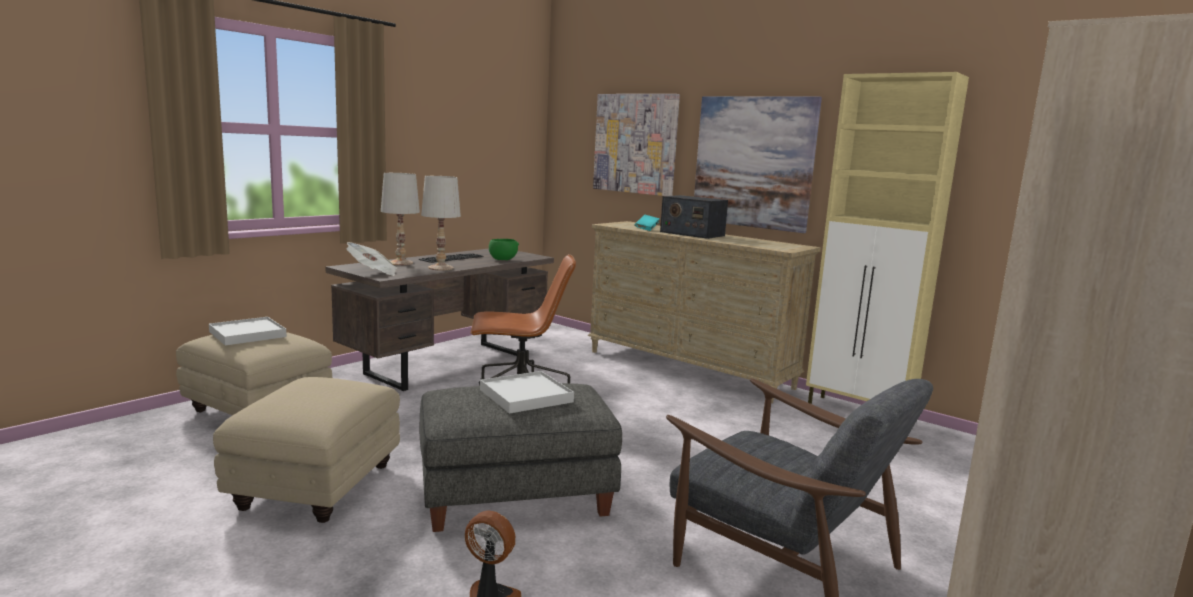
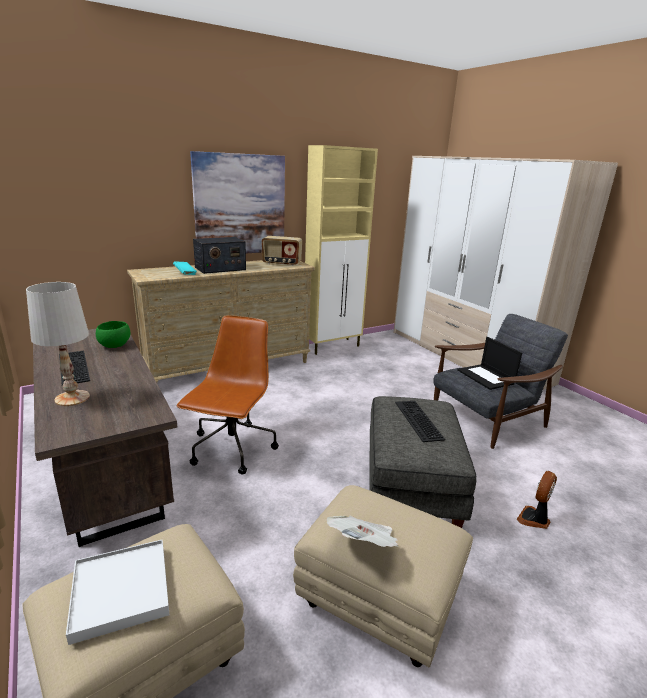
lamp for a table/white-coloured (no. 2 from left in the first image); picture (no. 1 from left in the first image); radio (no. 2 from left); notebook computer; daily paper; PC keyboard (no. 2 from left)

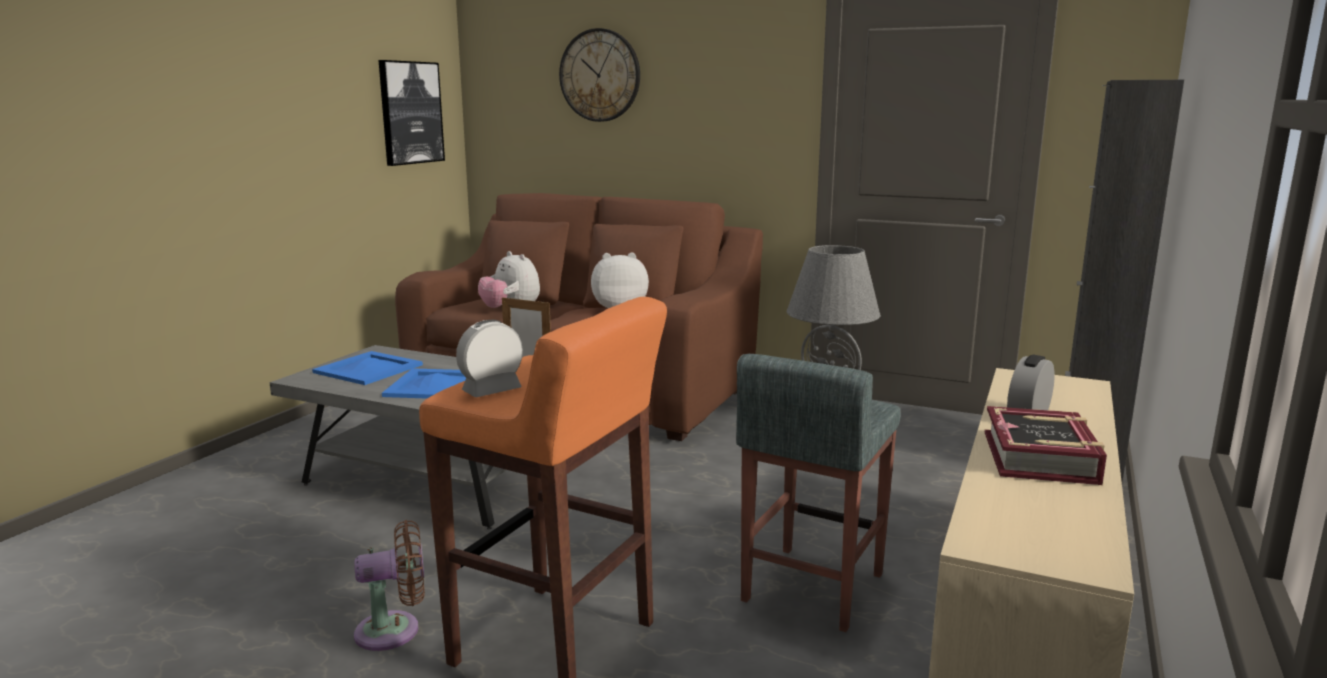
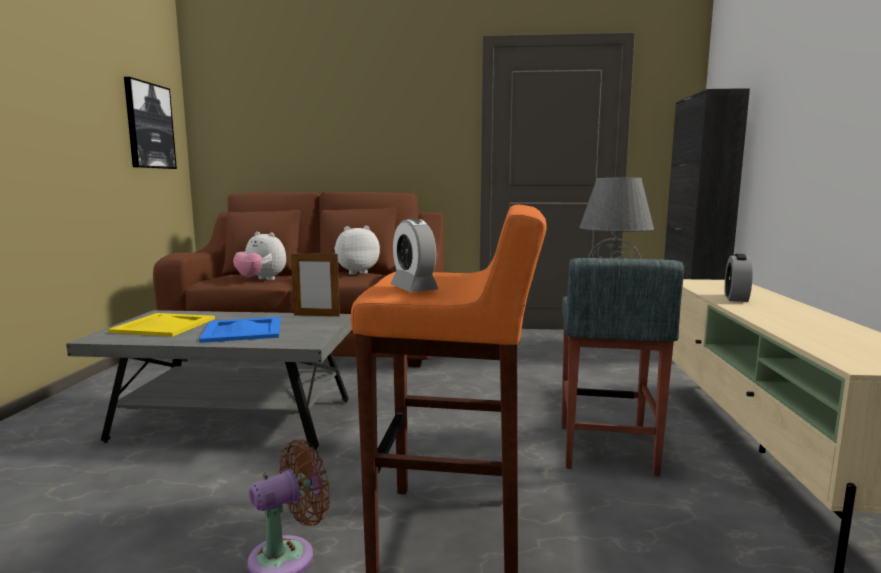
hanging clock; bound book; carrying tray/yellowish; alarm clock (no. 1 from left)

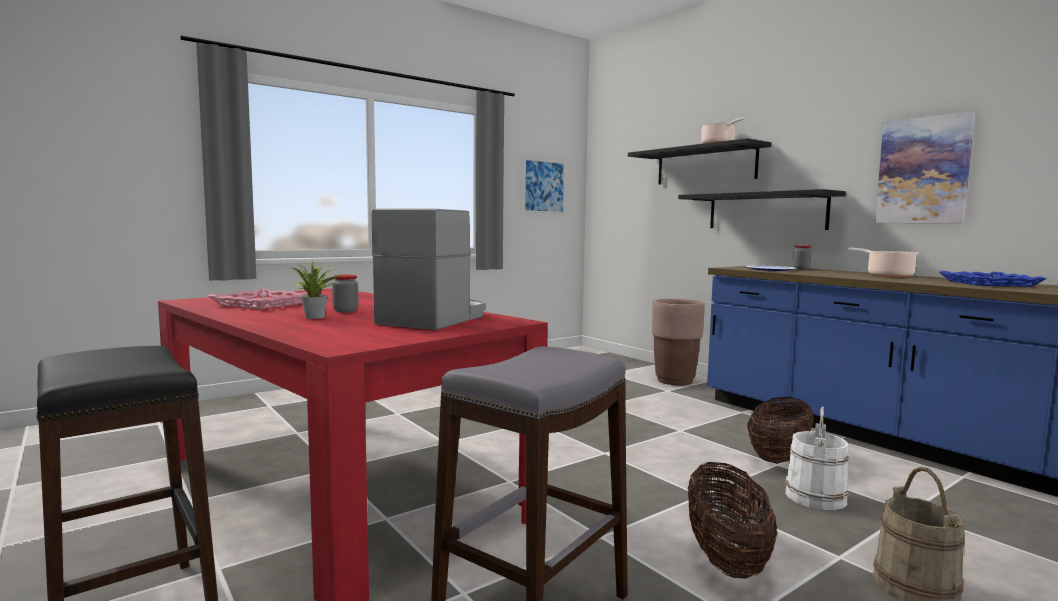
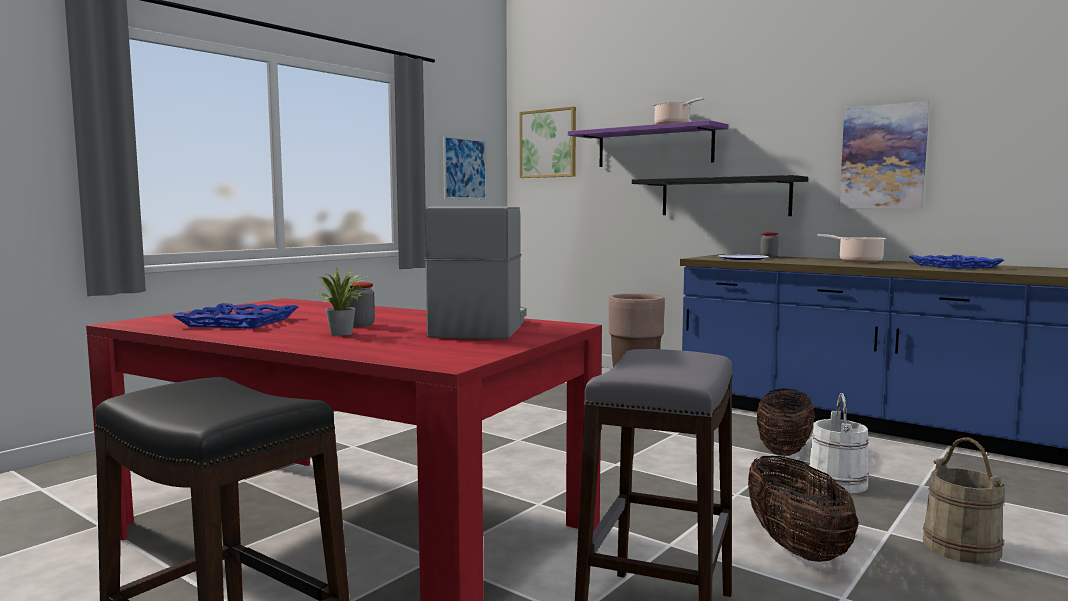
picture (no. 2 from left); carrying tray/bluish (no. 1 from left); shelf/purple

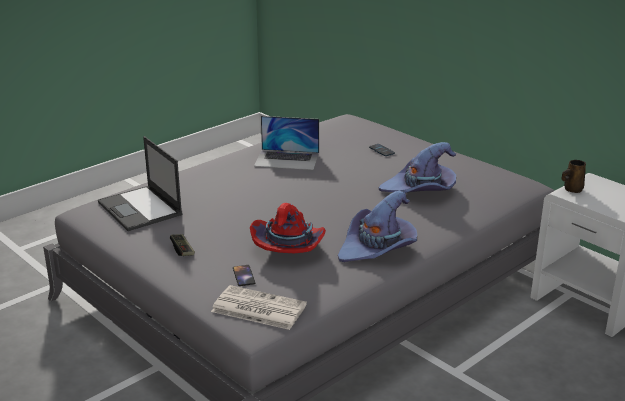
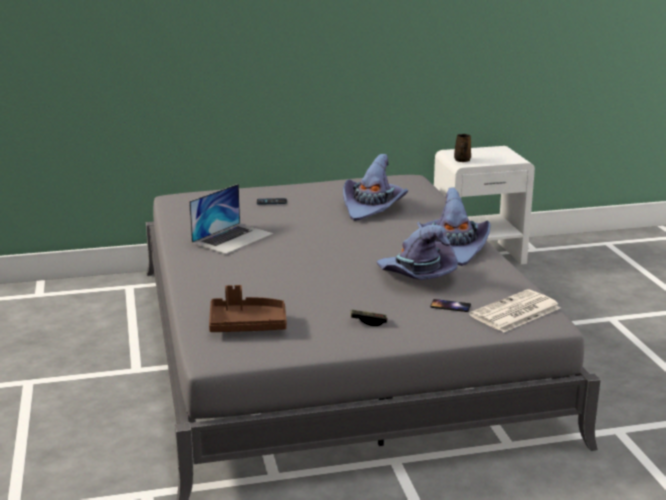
carrying tray/brownish; wearable hat/purple (no. 2 from left)

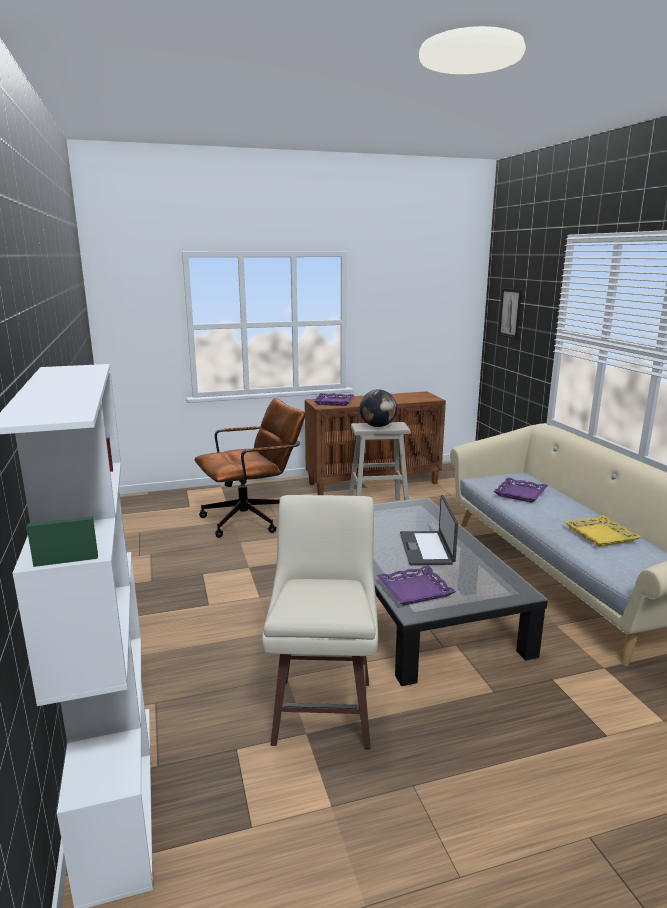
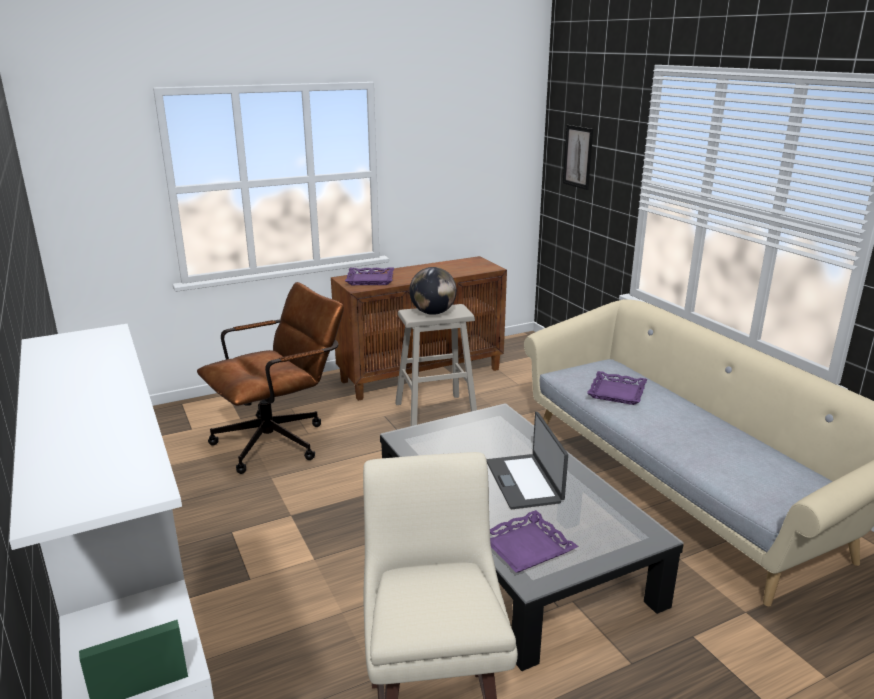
carrying tray/yellowish

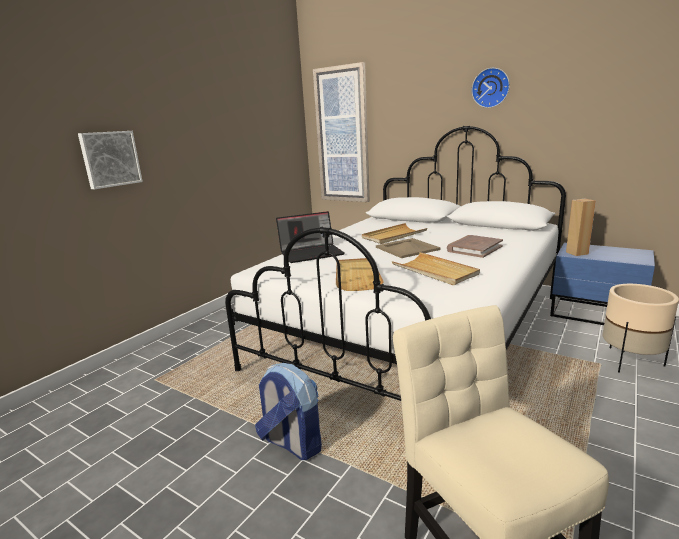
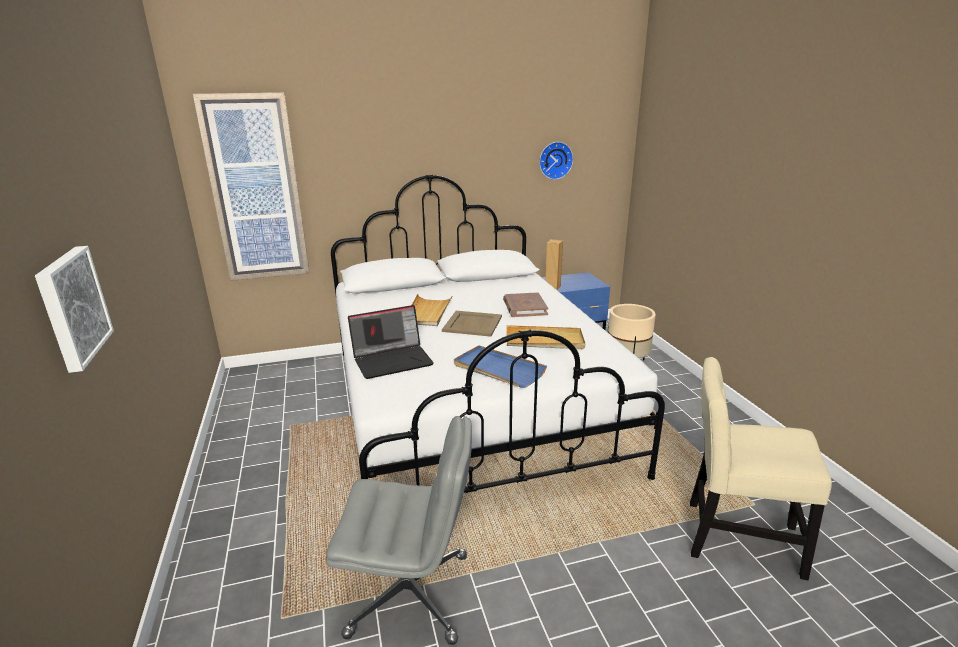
knapsack; office chair/greyish; hanging clock; carrying tray/bluish; notebook computer

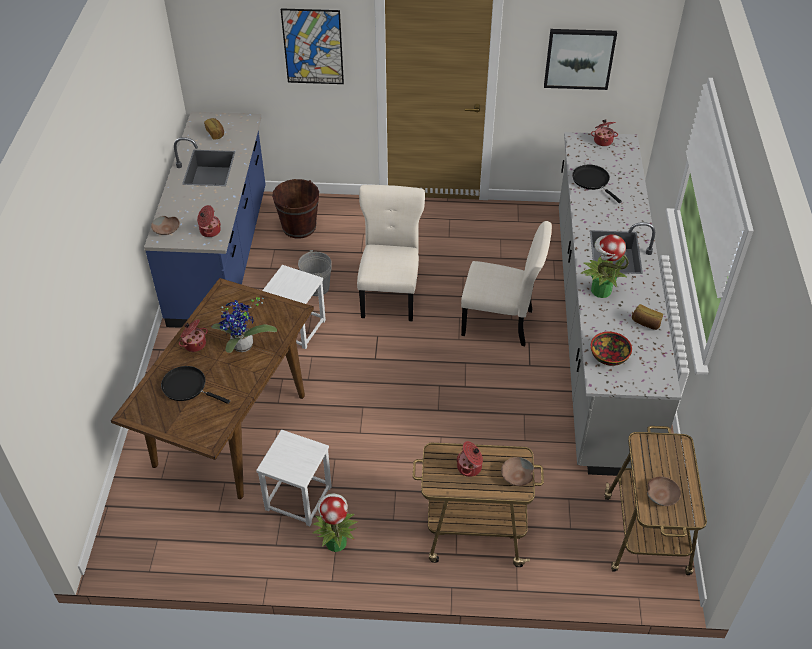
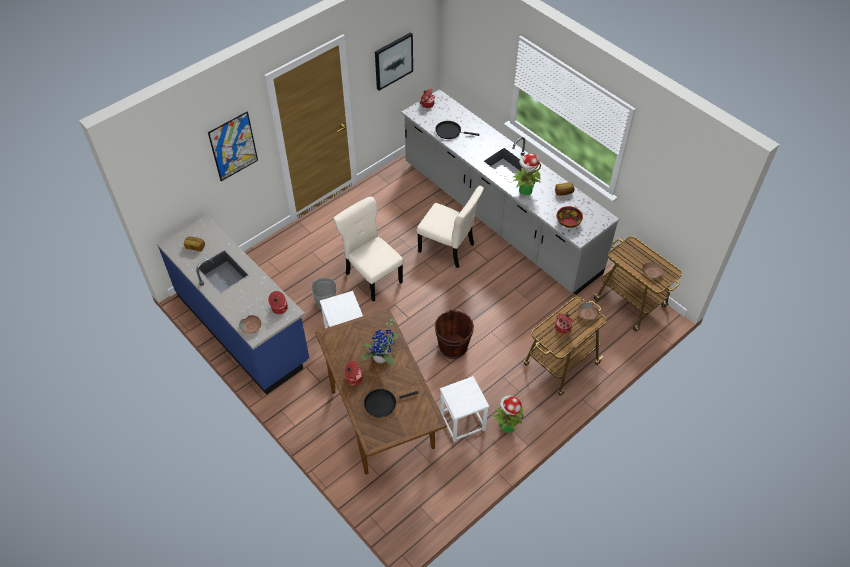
bucket/brownish; upright chair/beige (no. 2 from left)

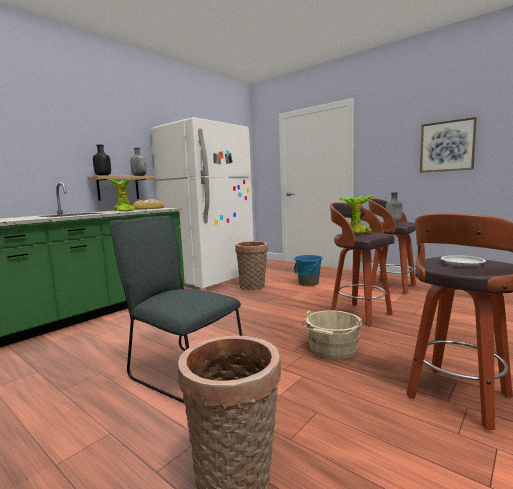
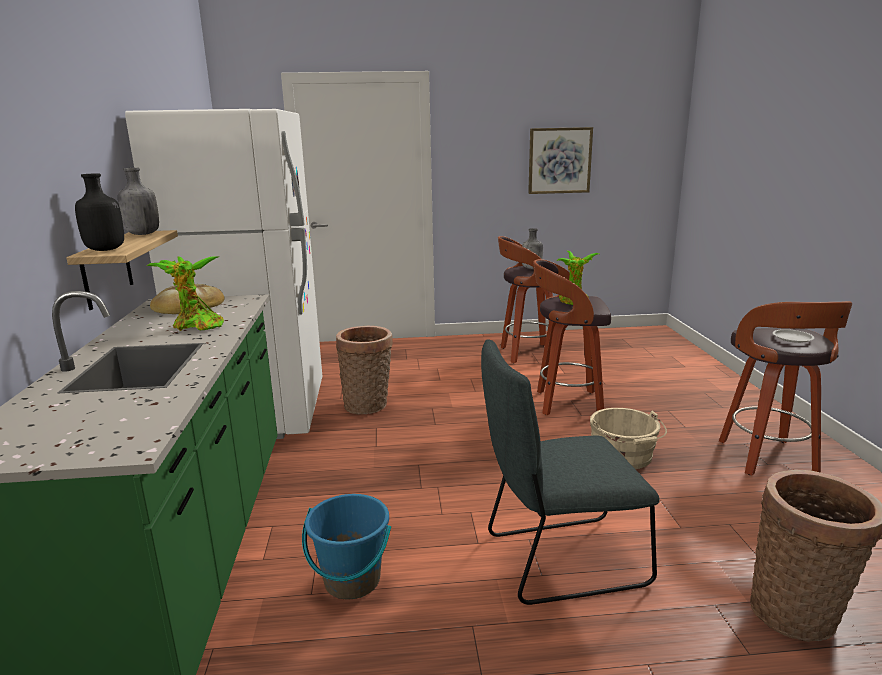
bucket/bluish

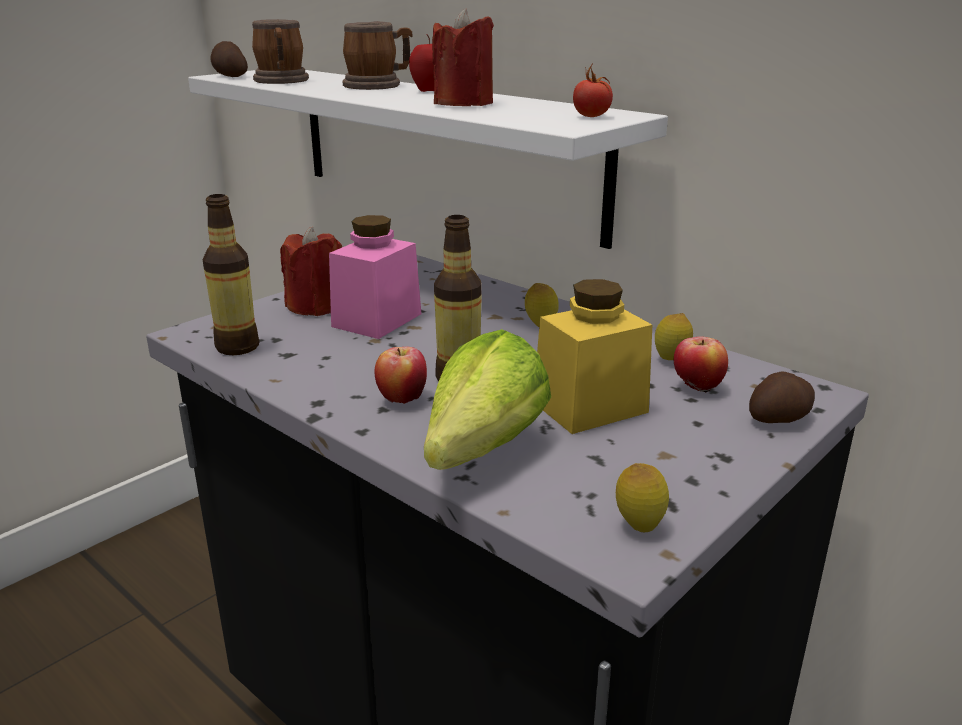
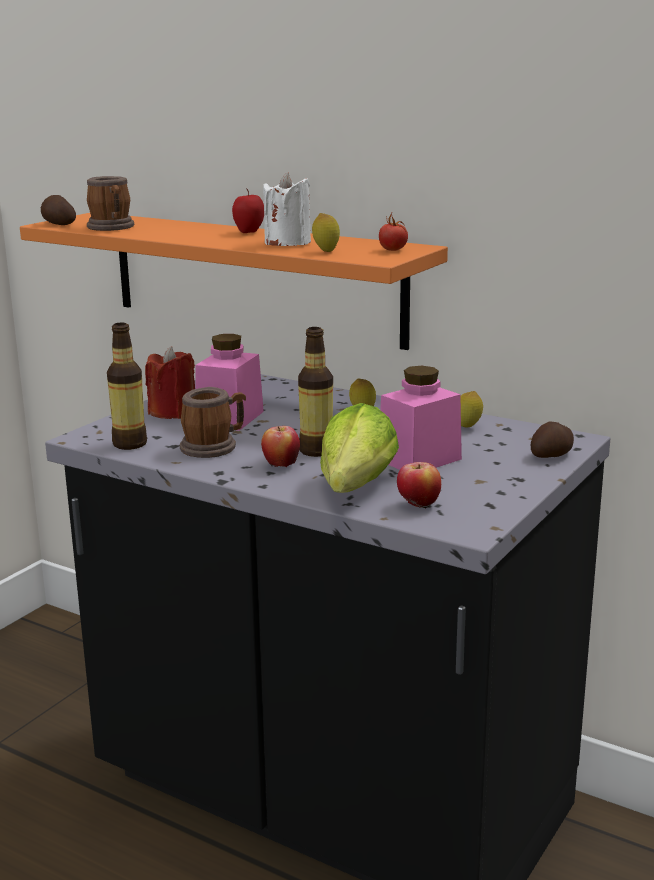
tea mug (no. 2 from left); lemon (no. 1 from left); apple (no. 3 from left); shelf/orangey; wax candle/white-coloured; jar/pink (no. 2 from left)

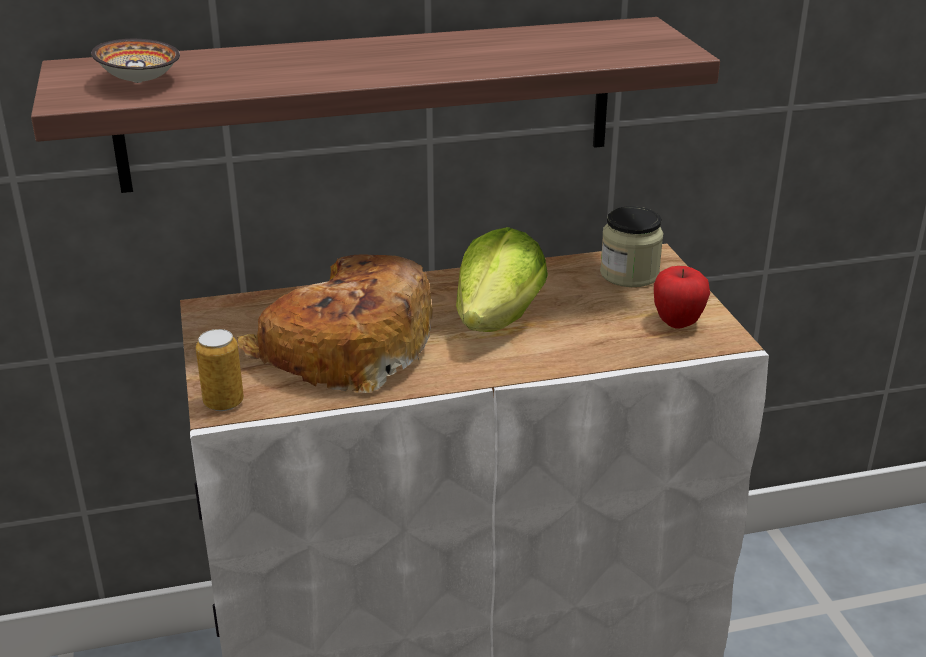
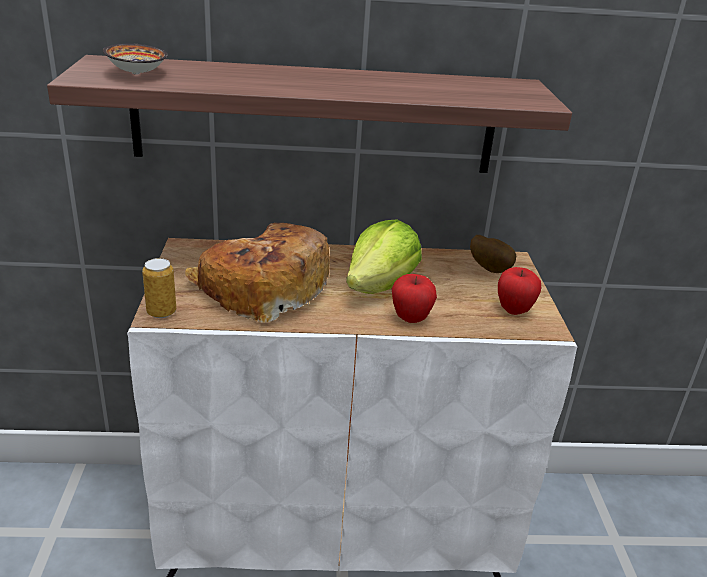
apple (no. 1 from left); spud

